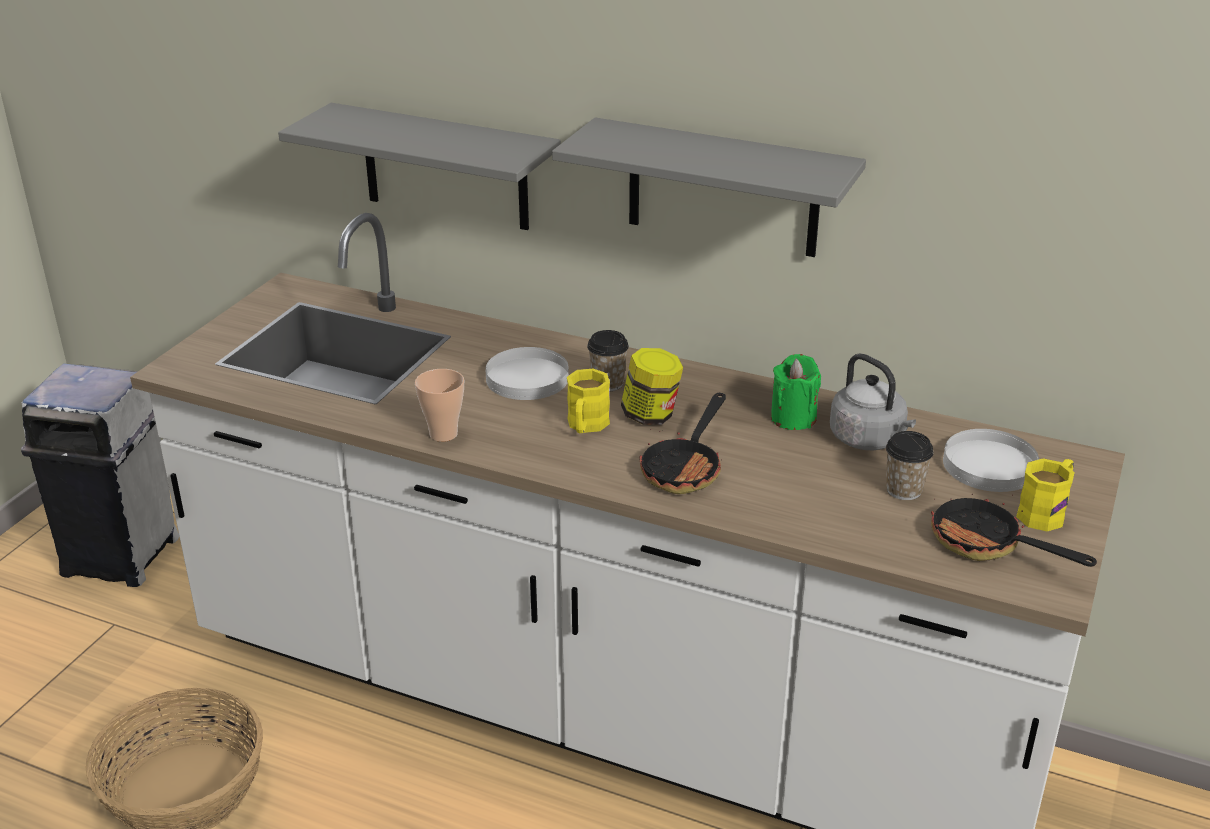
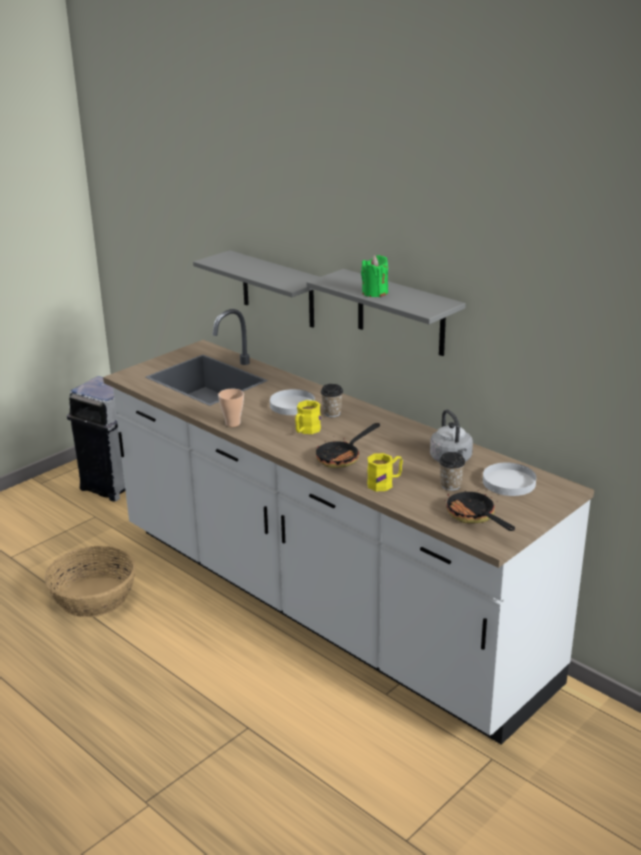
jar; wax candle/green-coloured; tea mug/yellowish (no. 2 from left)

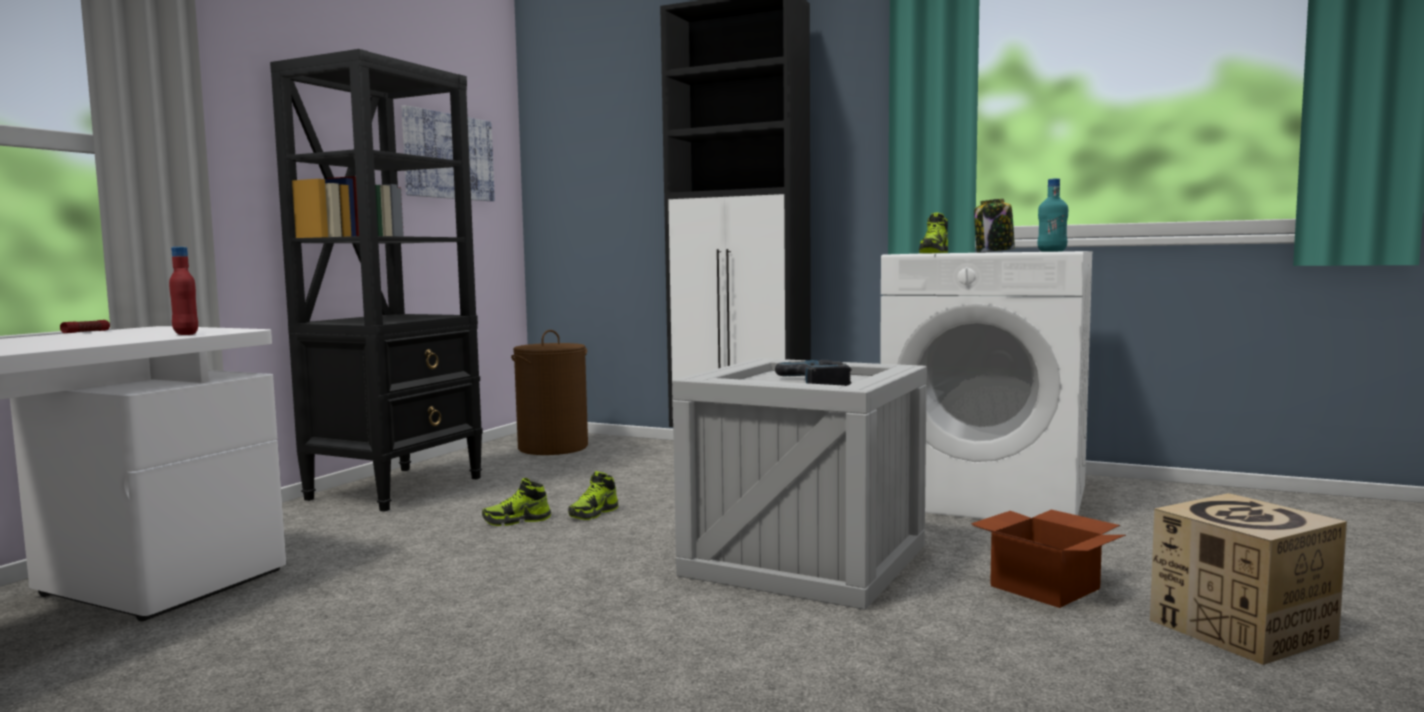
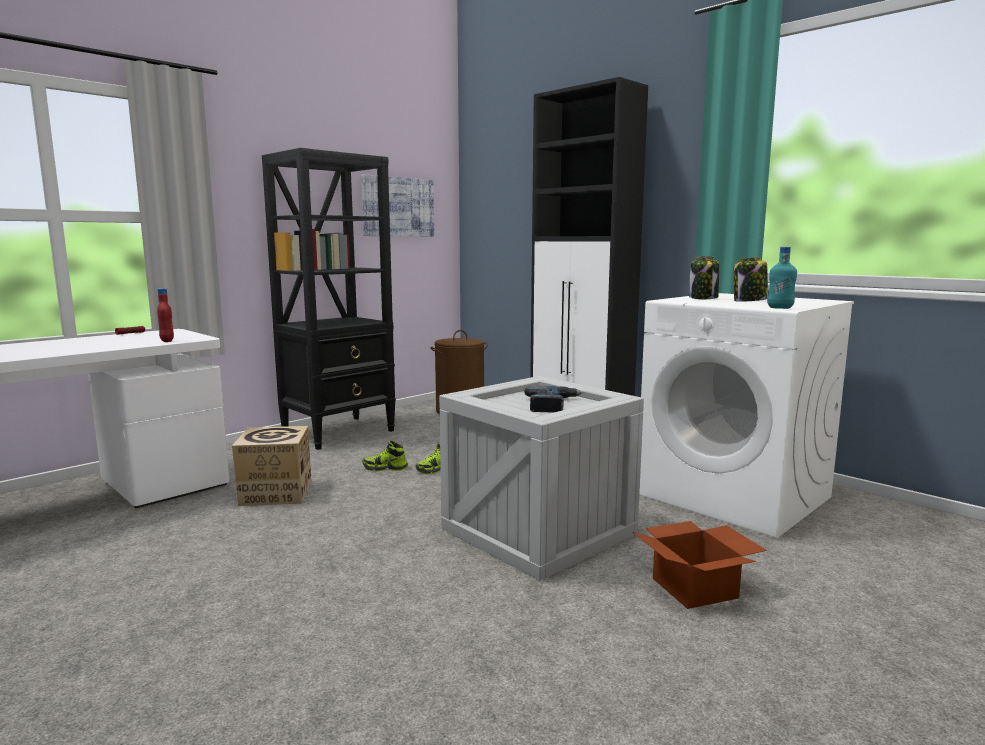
carton (no. 1 from left); jar (no. 1 from left)

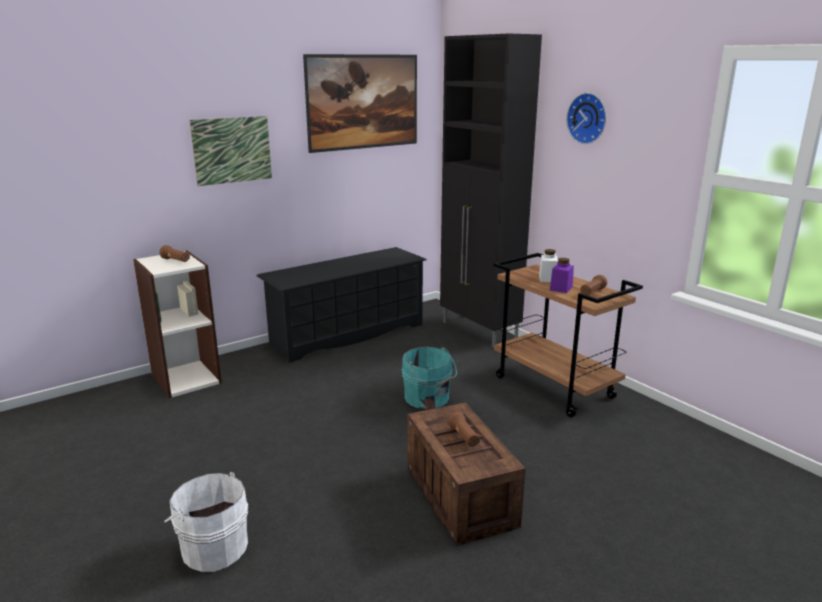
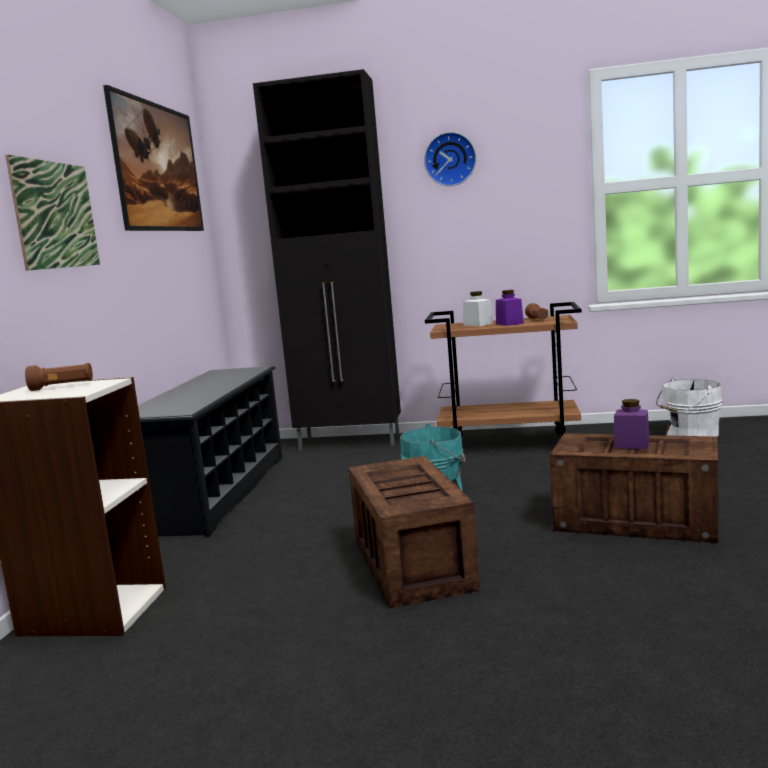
packing crate (no. 1 from left); bucket/white-coloured; jar/purple (no. 2 from left)

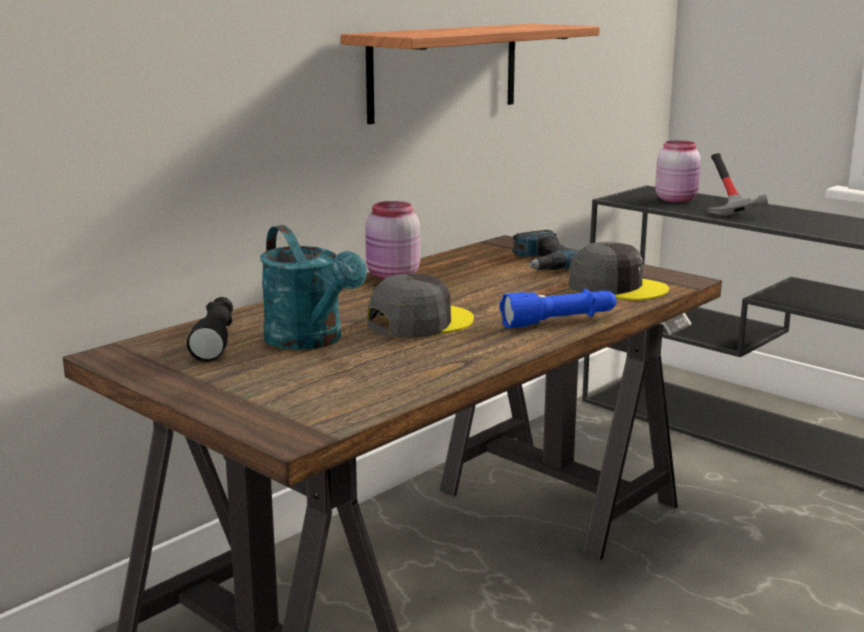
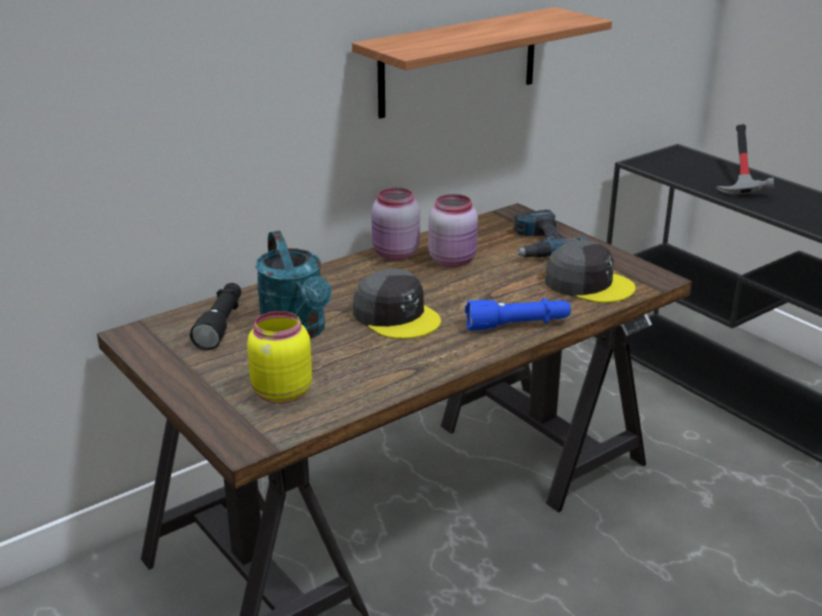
jar/yellowish; jar/pink (no. 2 from left); baseball cap/greyish (no. 1 from left)

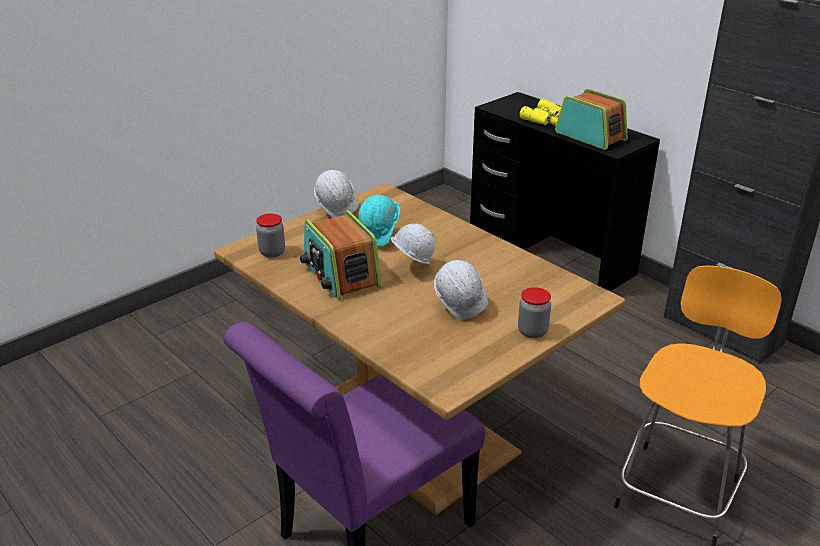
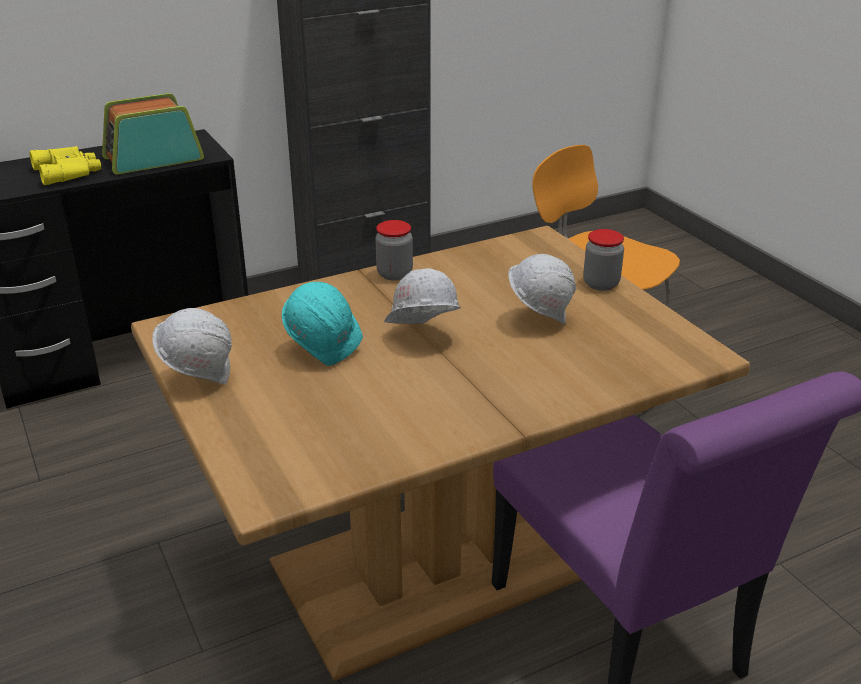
radio (no. 1 from left in the first image); jar (no. 1 from left)

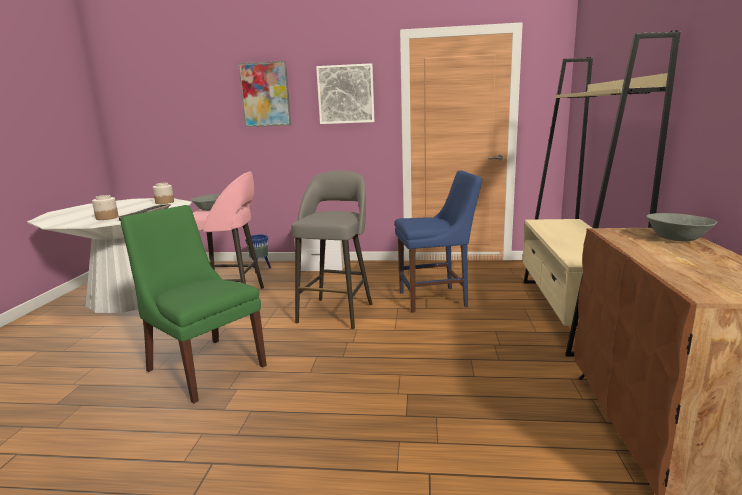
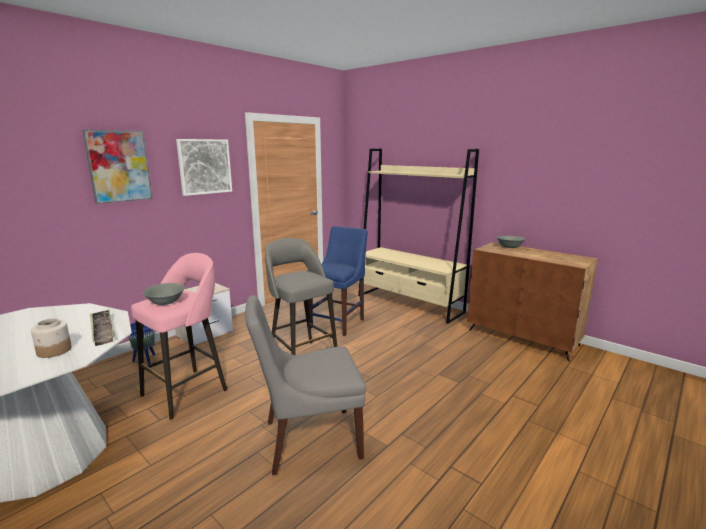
jar (no. 2 from left in the first image); upright chair/greyish

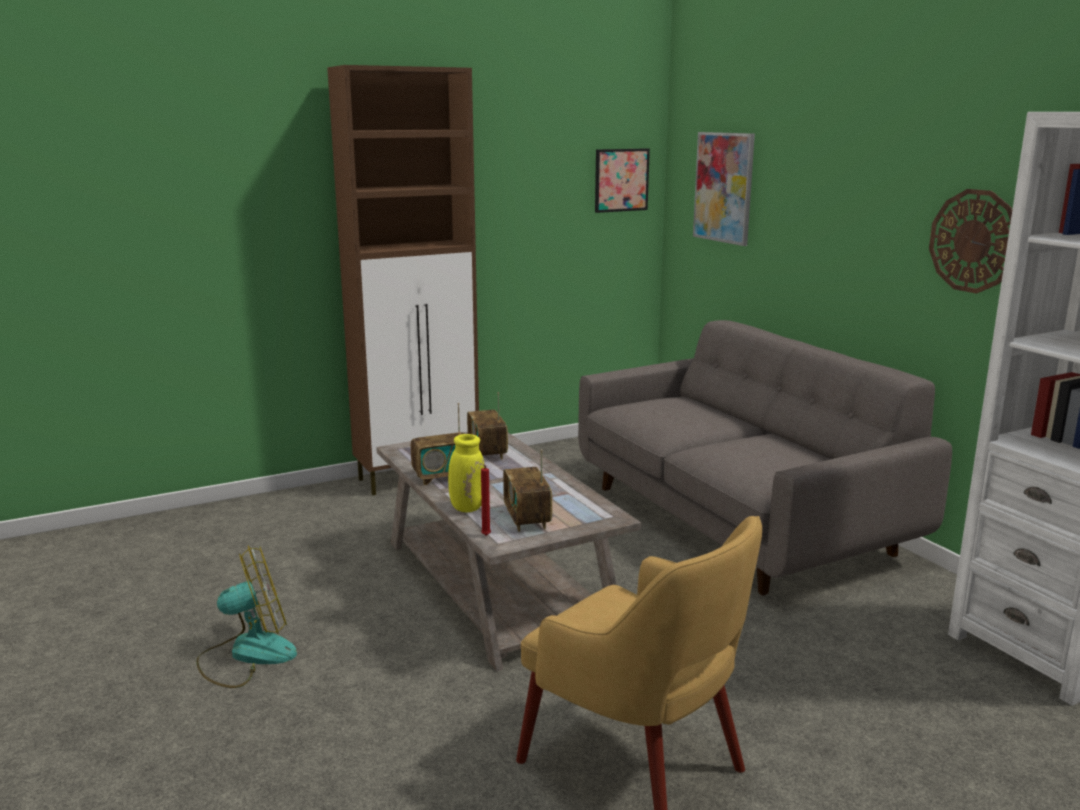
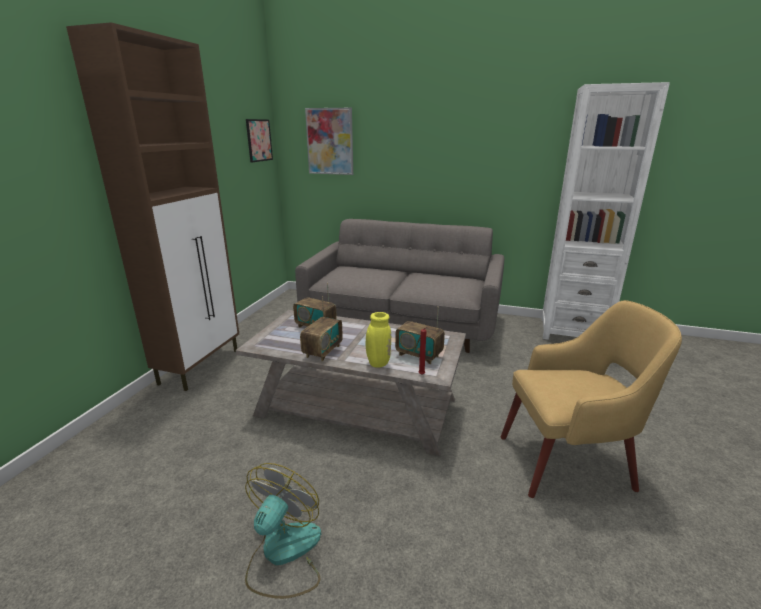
hanging clock

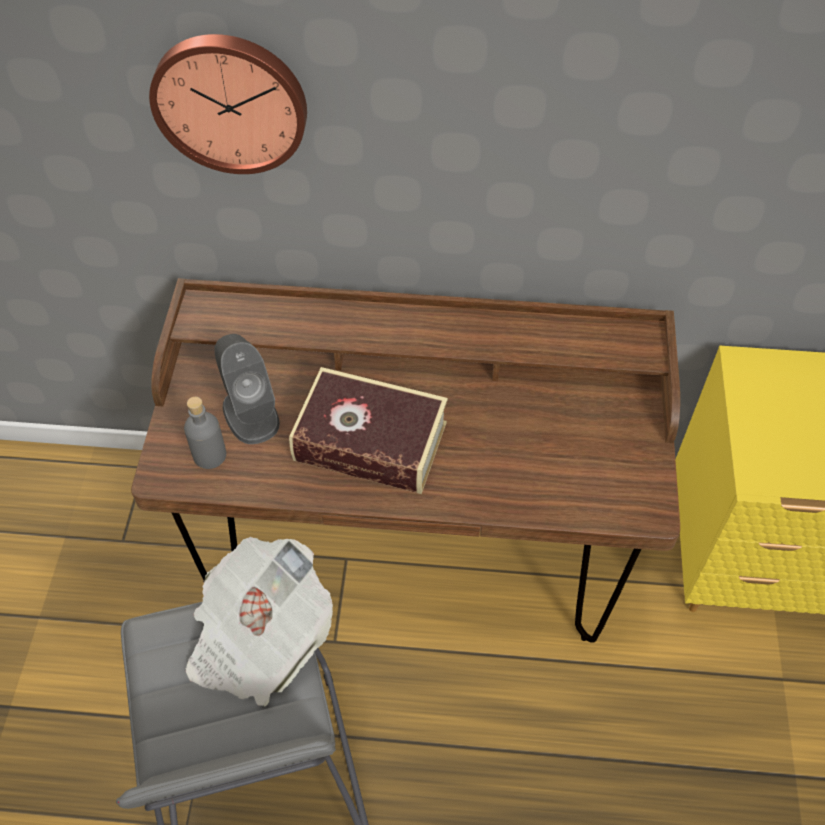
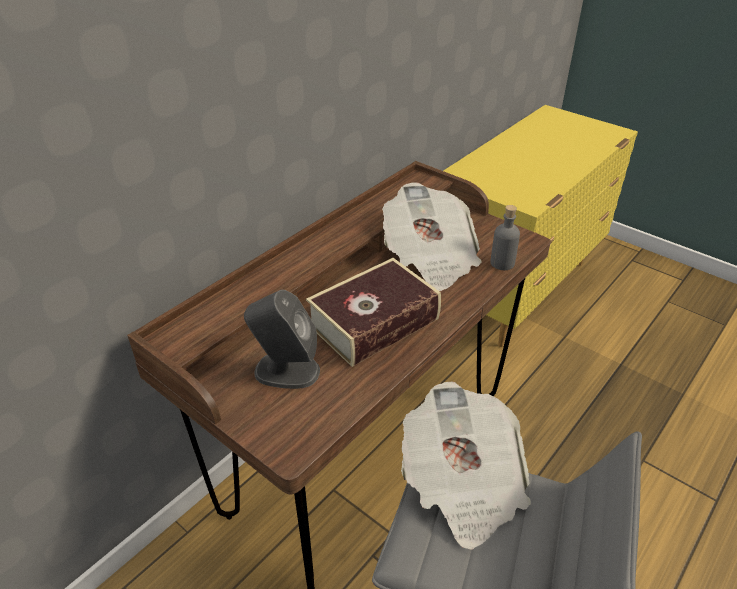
hanging clock; daily paper (no. 1 from left); bottle/greyish

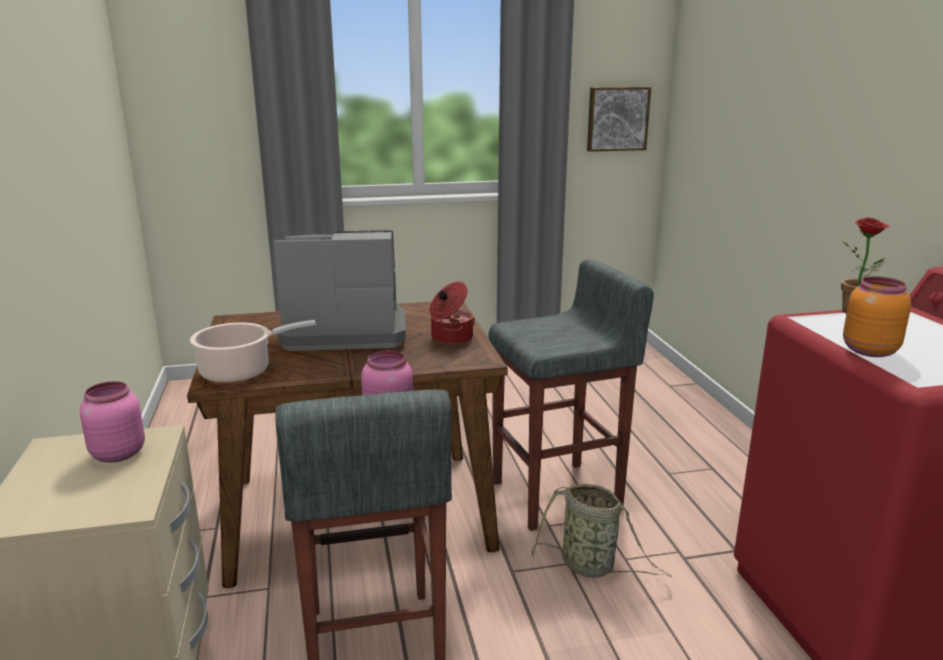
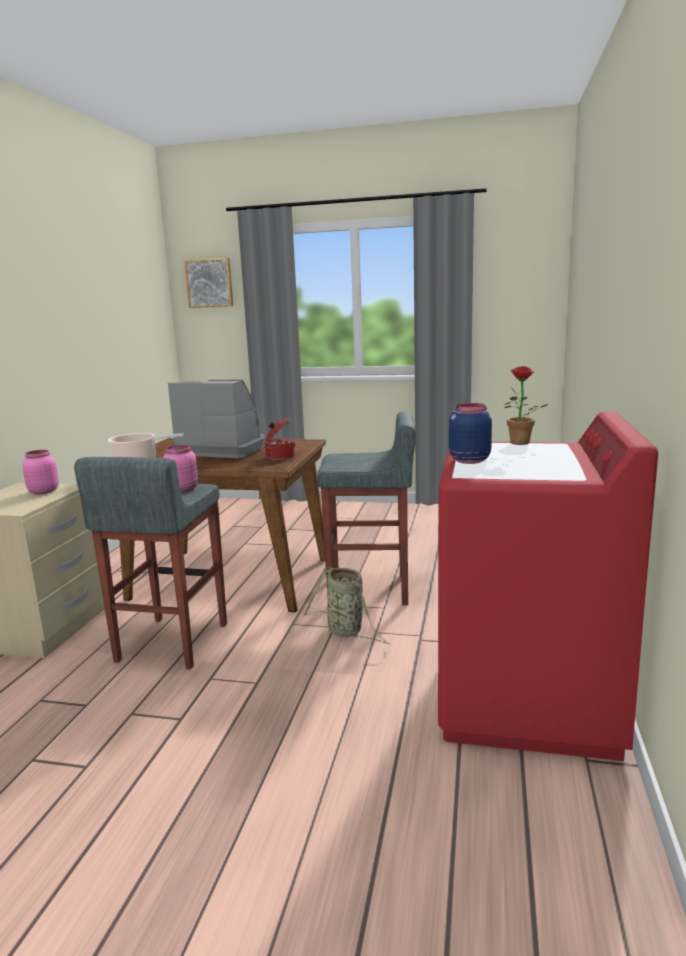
picture; jar/bluish

